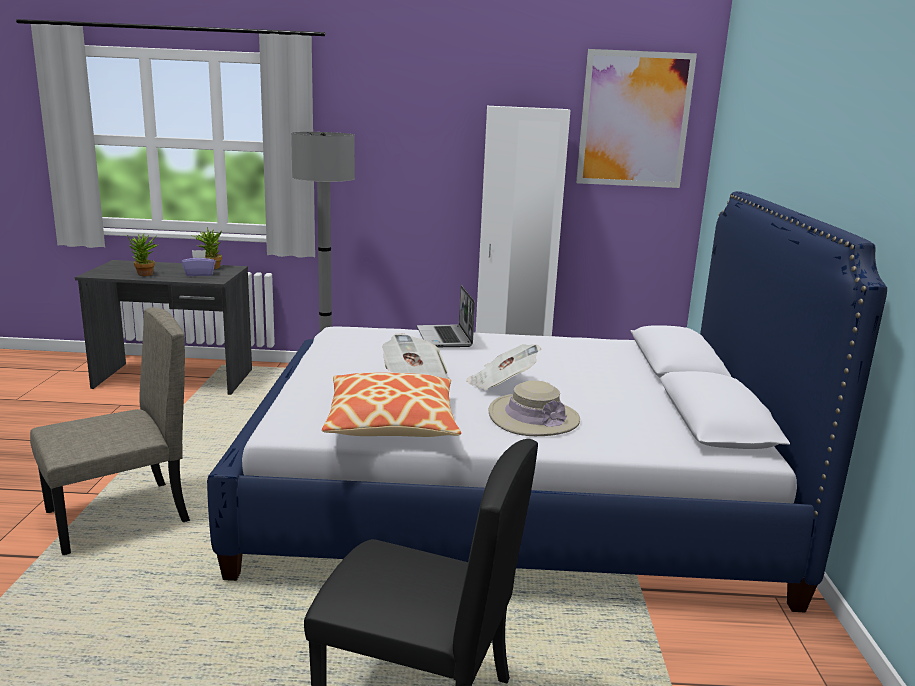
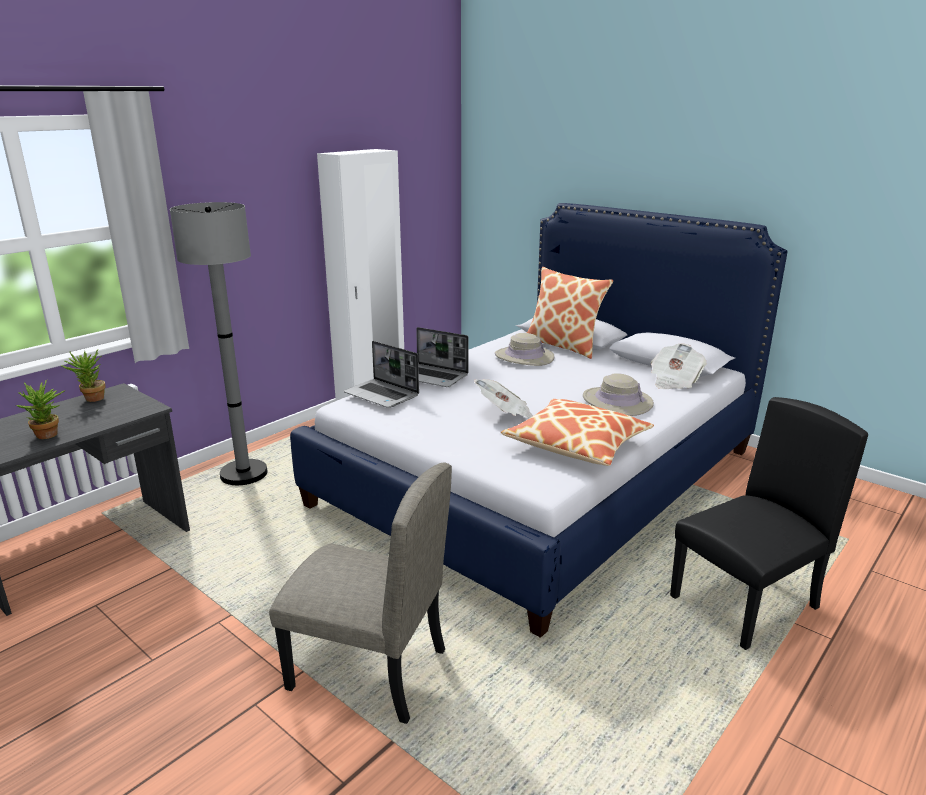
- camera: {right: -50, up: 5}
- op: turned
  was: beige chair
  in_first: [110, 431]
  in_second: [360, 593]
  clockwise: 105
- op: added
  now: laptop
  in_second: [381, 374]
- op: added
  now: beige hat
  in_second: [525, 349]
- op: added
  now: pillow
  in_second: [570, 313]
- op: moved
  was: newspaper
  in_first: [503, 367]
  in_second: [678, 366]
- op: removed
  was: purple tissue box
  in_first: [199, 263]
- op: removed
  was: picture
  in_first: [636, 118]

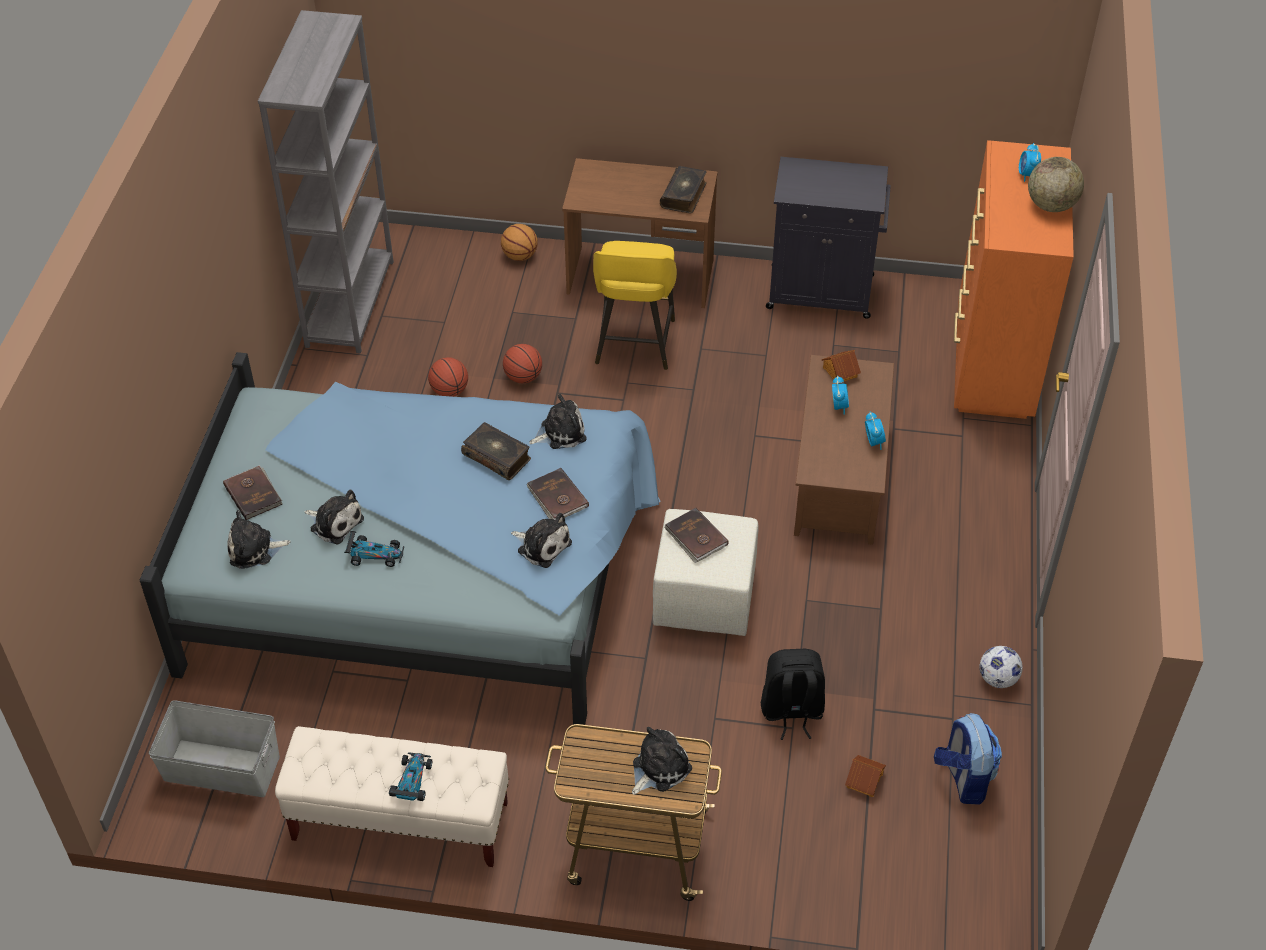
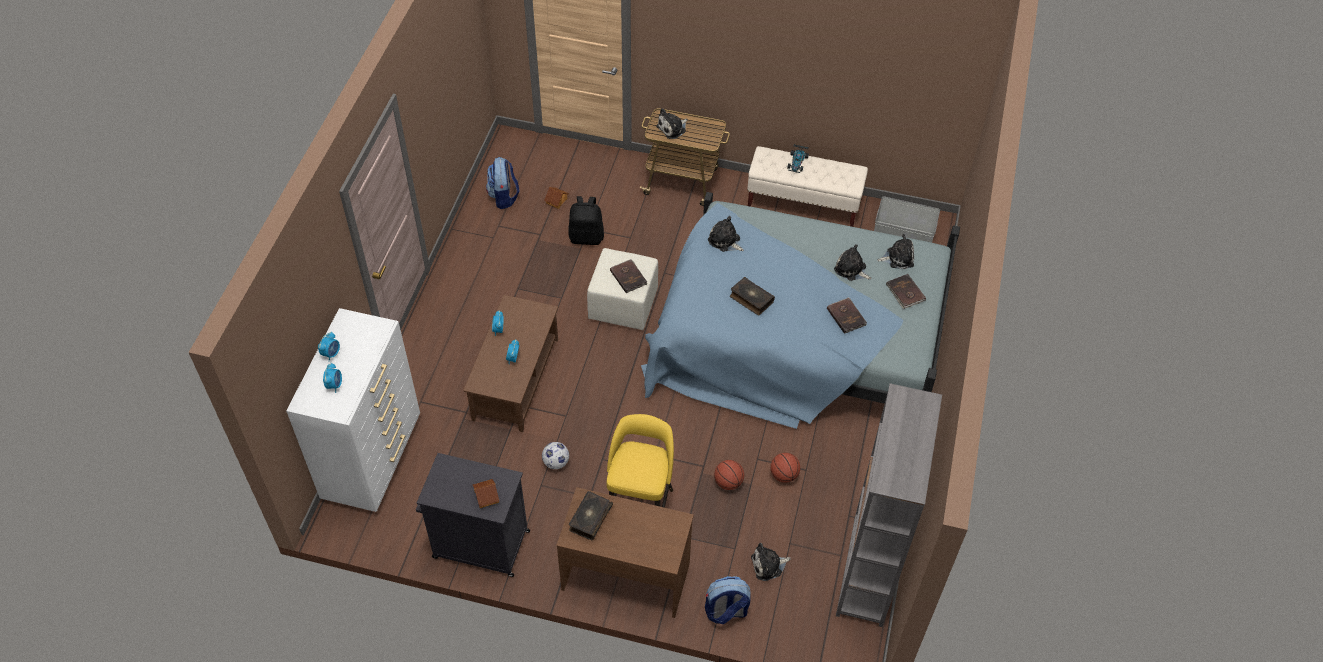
- camera: {right: -175, up: 5}
- op: recoloured
  was: orange dresser
  now: white dresser
  in_first: [1014, 279]
  in_second: [353, 410]
- op: replaced
  was: globe
  now: alarm clock
  in_first: [1056, 184]
  in_second: [329, 346]
- op: moved
  was: toy house
  in_first: [841, 367]
  in_second: [486, 493]
- op: moved
  was: football
  in_first: [1001, 667]
  in_second: [555, 455]
- op: replaced
  was: basketball
  now: backpack
  in_first: [519, 242]
  in_second: [728, 600]
- op: moved
  was: plush toy
  in_first: [558, 421]
  in_second: [771, 562]
- op: moved
  was: brown book
  in_first: [558, 494]
  in_second: [847, 315]
- op: removed
  was: toy car
  in_first: [374, 549]

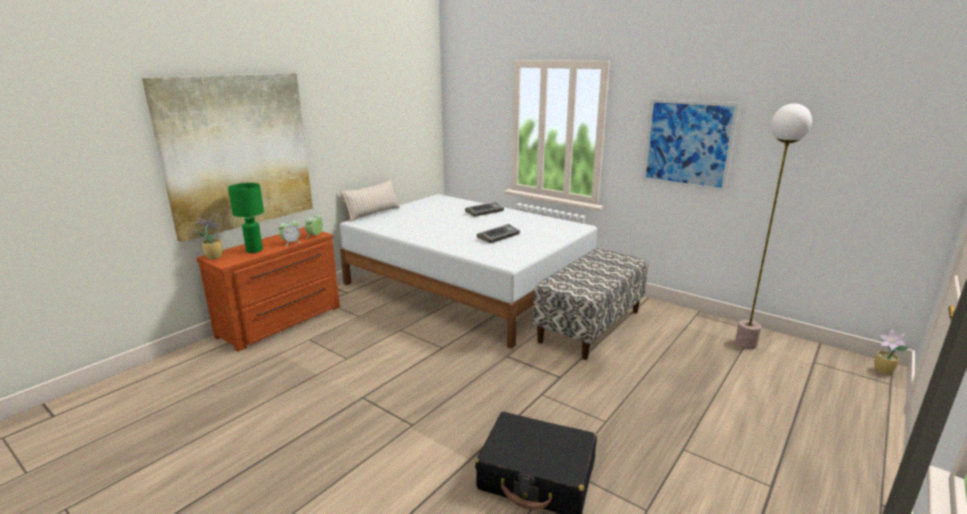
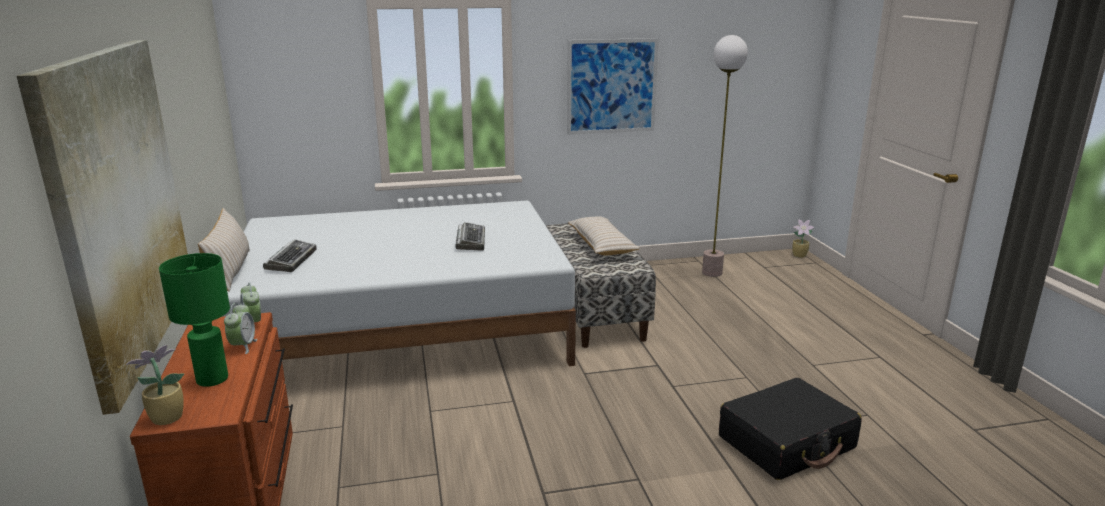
- camera: {right: -50, up: 0}
- op: moved
  was: keyboard
  in_first: [484, 209]
  in_second: [290, 255]
- op: added
  now: beige pillow
  in_second: [603, 235]

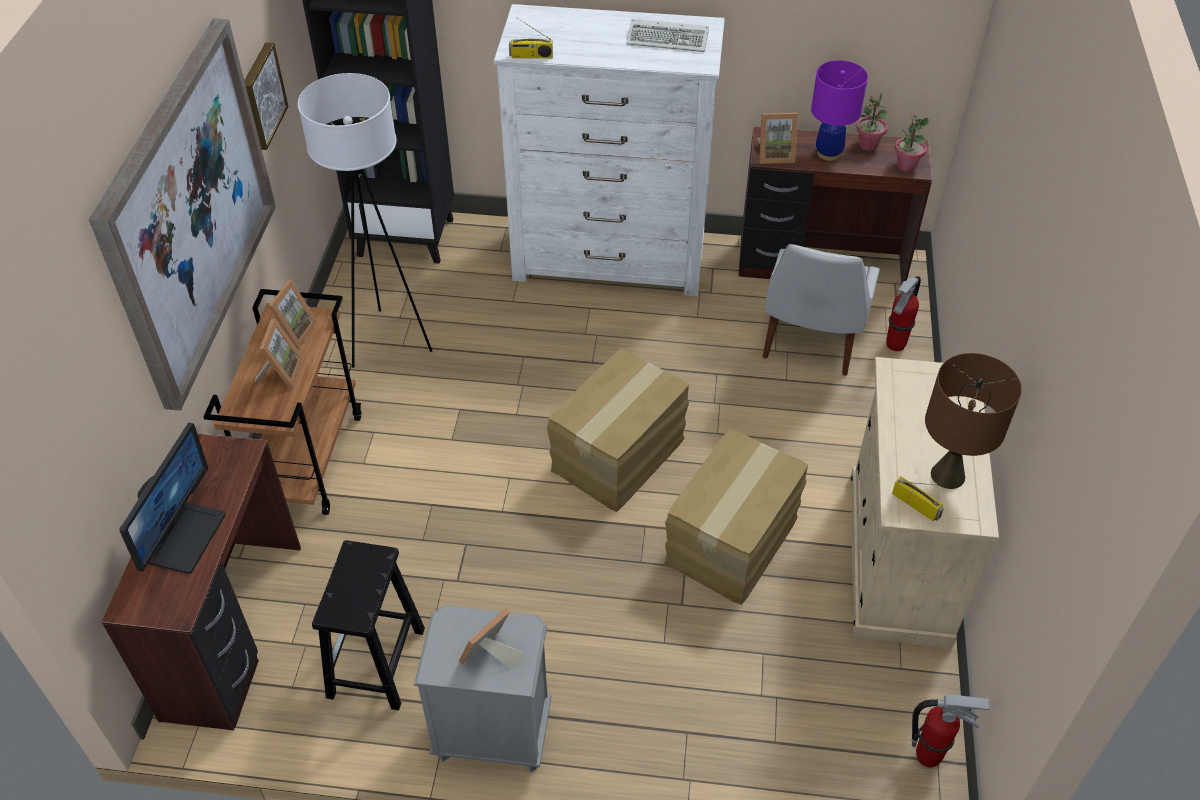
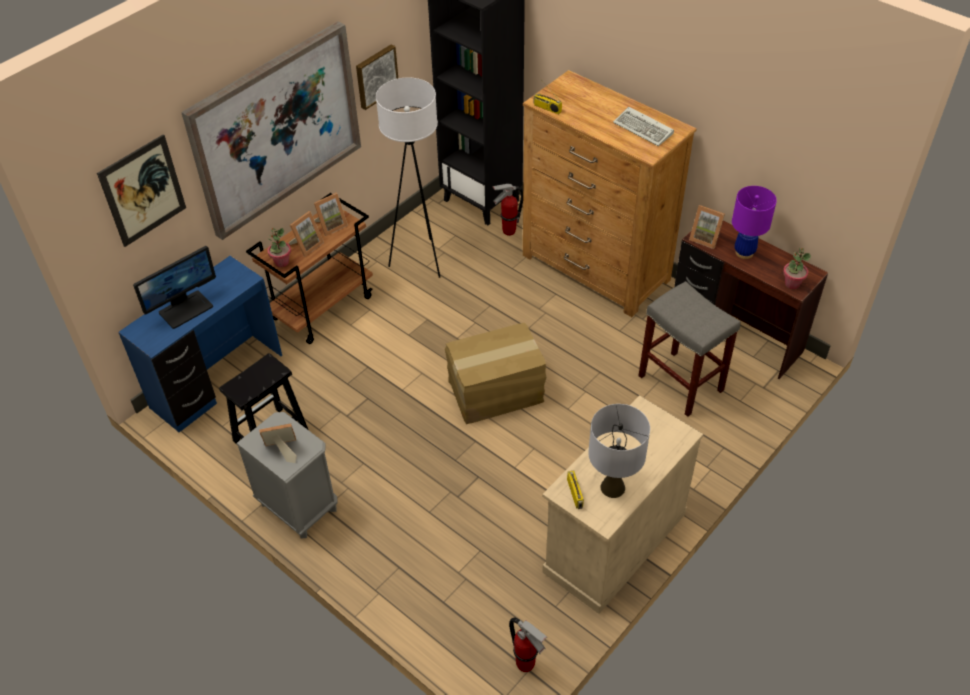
- camera: {right: 35, up: 0}
- op: added
  now: picture
  in_second: [141, 190]
- op: recoloured
  was: brown desk
  now: blue desk
  in_first: [201, 582]
  in_second: [200, 344]
- op: moved
  was: potted plant
  in_first: [872, 121]
  in_second: [279, 247]
- op: moved
  was: fire extinguisher
  in_first: [903, 313]
  in_second: [507, 210]
- op: recoloured
  was: white dresser
  now: brown dresser
  in_first: [609, 150]
  in_second: [610, 193]
- op: recoloured
  was: brown table lamp
  now: grey table lamp
  in_first: [973, 421]
  in_second: [619, 451]
- op: replaced
  was: white chair
  now: grey stool
  in_first: [821, 310]
  in_second: [689, 349]
- op: removed
  was: cardboard box
  in_first: [736, 517]

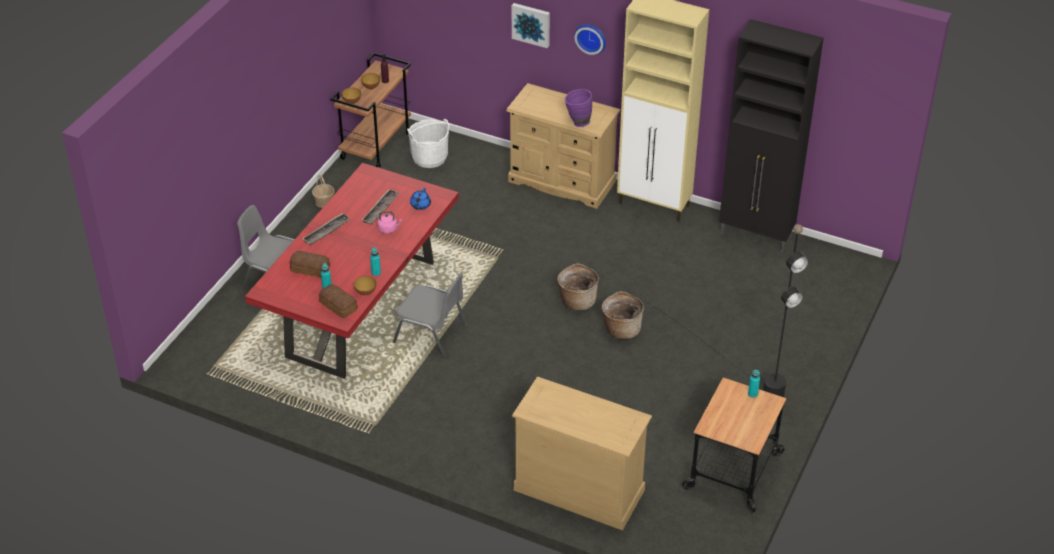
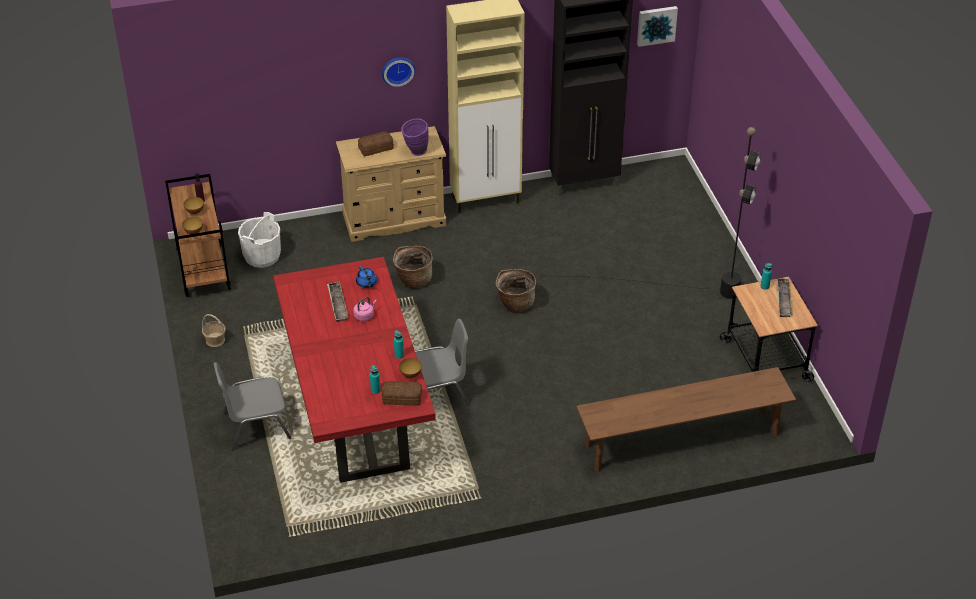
- camera: {right: -40, up: 0}
- op: moved
  was: bread
  in_first: [310, 264]
  in_second: [376, 143]
- op: moved
  was: basket
  in_first: [623, 315]
  in_second: [413, 267]
- op: replaced
  was: beige dresser
  now: brown bench
  in_first: [582, 453]
  in_second: [686, 419]
- op: moved
  was: picture
  in_first: [531, 25]
  in_second: [657, 26]
- op: moved
  was: tray
  in_first: [326, 229]
  in_second: [784, 297]

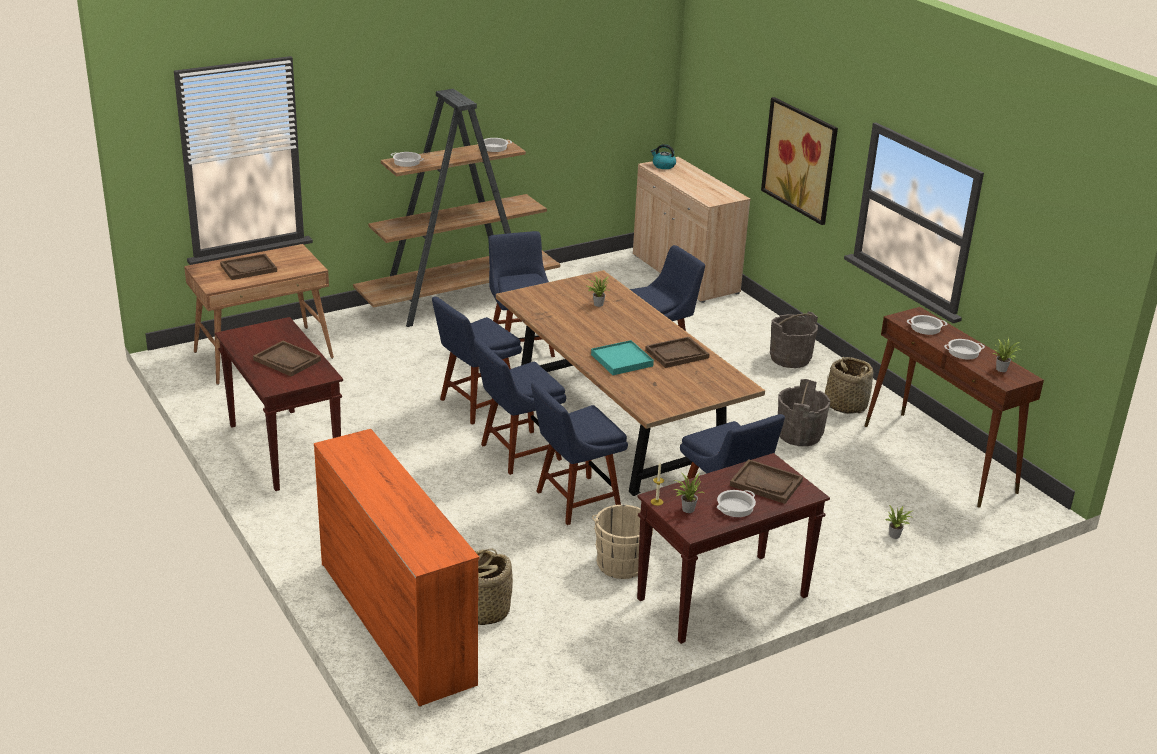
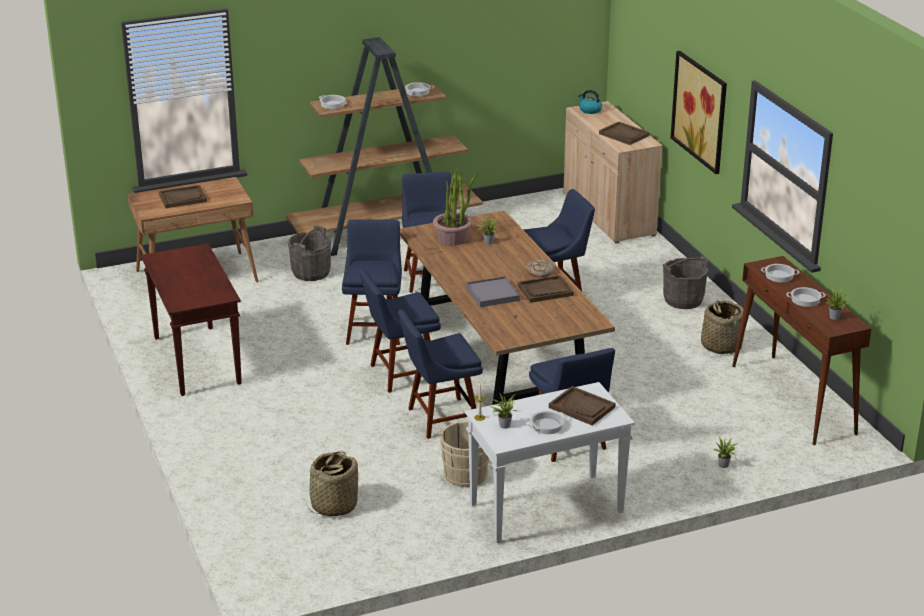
- camera: {right: 10, up: 0}
- op: moved
  was: grey bucket
  in_first: [804, 412]
  in_second: [309, 253]
- op: turned
  was: blue chair
  in_first: [477, 361]
  in_second: [372, 282]
  clockwise: 120
- op: added
  now: potted plant
  in_second: [455, 206]
- op: recoloured
  was: brown console table
  now: white console table
  in_first: [733, 548]
  in_second: [550, 462]
- op: recoloured
  was: turquoise tray
  now: grey tray
  in_first: [622, 357]
  in_second: [493, 291]
- op: added
  now: bread
  in_second: [540, 267]
- op: moved
  was: brown tray
  in_first: [287, 359]
  in_second: [624, 133]
- op: removed
  was: orange dresser
  in_first: [396, 568]

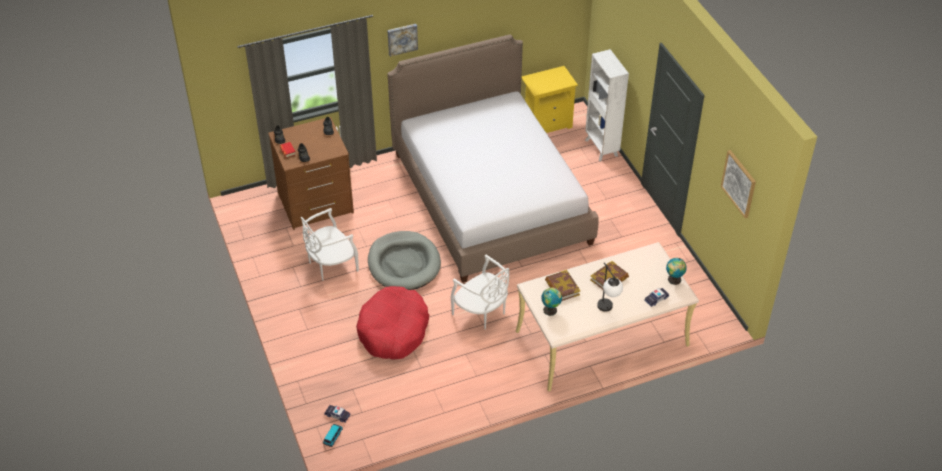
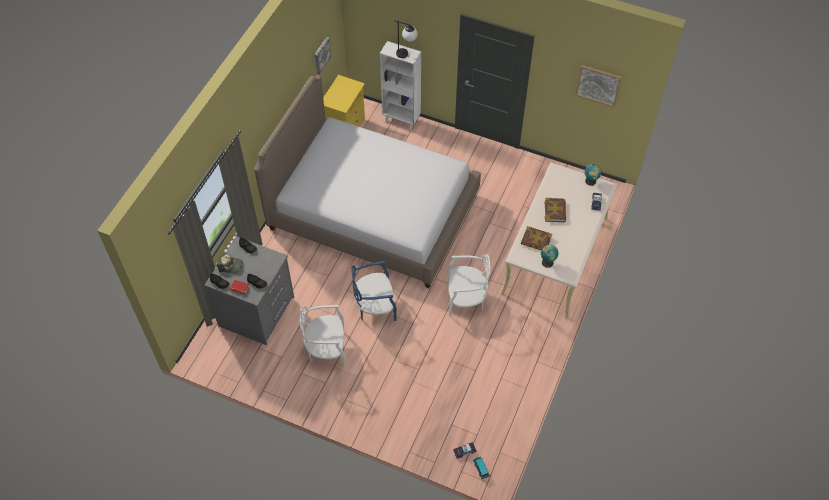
- camera: {right: -45, up: 10}
- op: recoloured
  was: brown dresser
  now: grey dresser
  in_first: [311, 173]
  in_second: [249, 290]
- op: added
  now: cap
  in_second: [229, 263]
- op: turned
  was: white chair
  in_first: [330, 244]
  in_second: [322, 336]
  clockwise: 75
- op: moved
  was: picture
  in_first: [402, 40]
  in_second: [322, 56]
- op: replaced
  was: grey dog bed
  now: blue chair
  in_first: [404, 260]
  in_second: [374, 291]
- op: moved
  was: table lamp
  in_first: [610, 287]
  in_second: [406, 39]
- op: removed
  was: red dog bed
  in_first: [392, 323]

